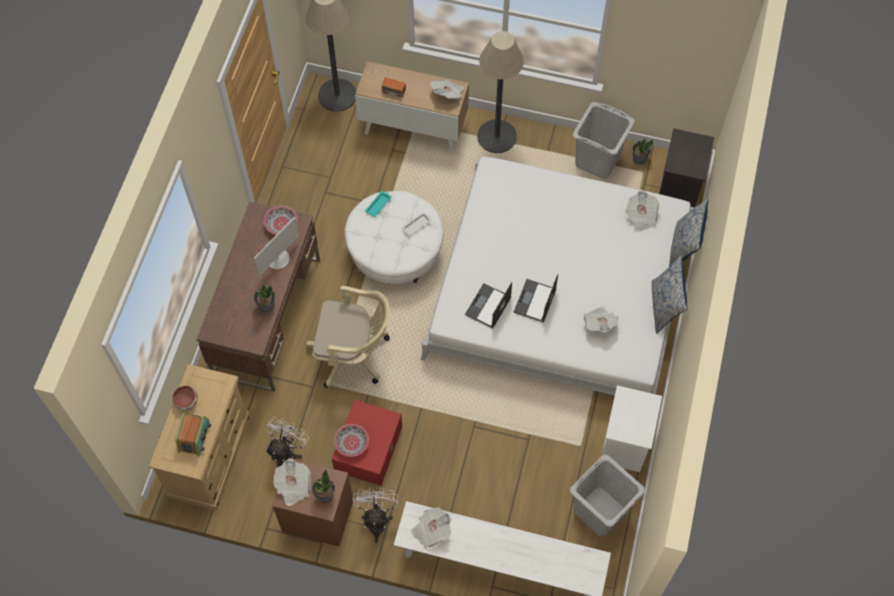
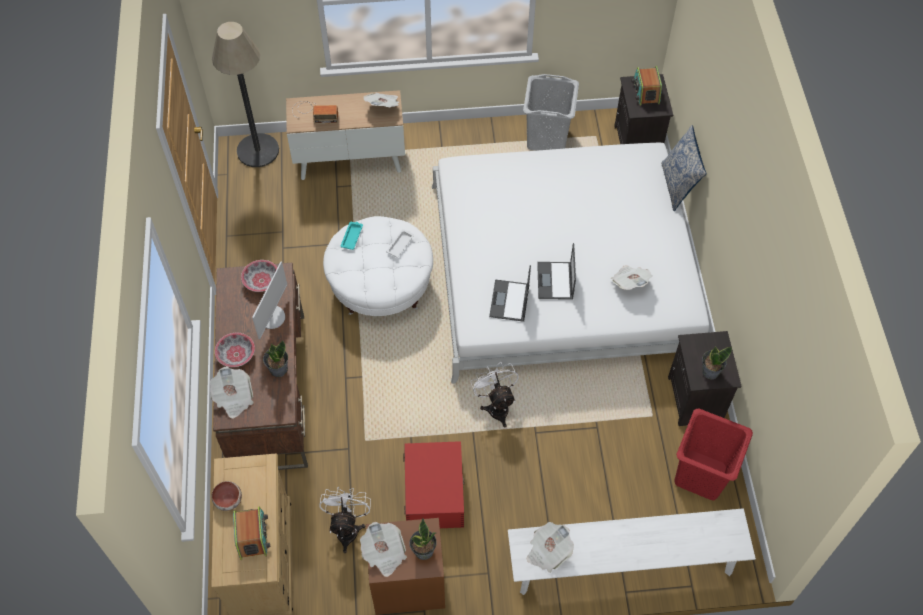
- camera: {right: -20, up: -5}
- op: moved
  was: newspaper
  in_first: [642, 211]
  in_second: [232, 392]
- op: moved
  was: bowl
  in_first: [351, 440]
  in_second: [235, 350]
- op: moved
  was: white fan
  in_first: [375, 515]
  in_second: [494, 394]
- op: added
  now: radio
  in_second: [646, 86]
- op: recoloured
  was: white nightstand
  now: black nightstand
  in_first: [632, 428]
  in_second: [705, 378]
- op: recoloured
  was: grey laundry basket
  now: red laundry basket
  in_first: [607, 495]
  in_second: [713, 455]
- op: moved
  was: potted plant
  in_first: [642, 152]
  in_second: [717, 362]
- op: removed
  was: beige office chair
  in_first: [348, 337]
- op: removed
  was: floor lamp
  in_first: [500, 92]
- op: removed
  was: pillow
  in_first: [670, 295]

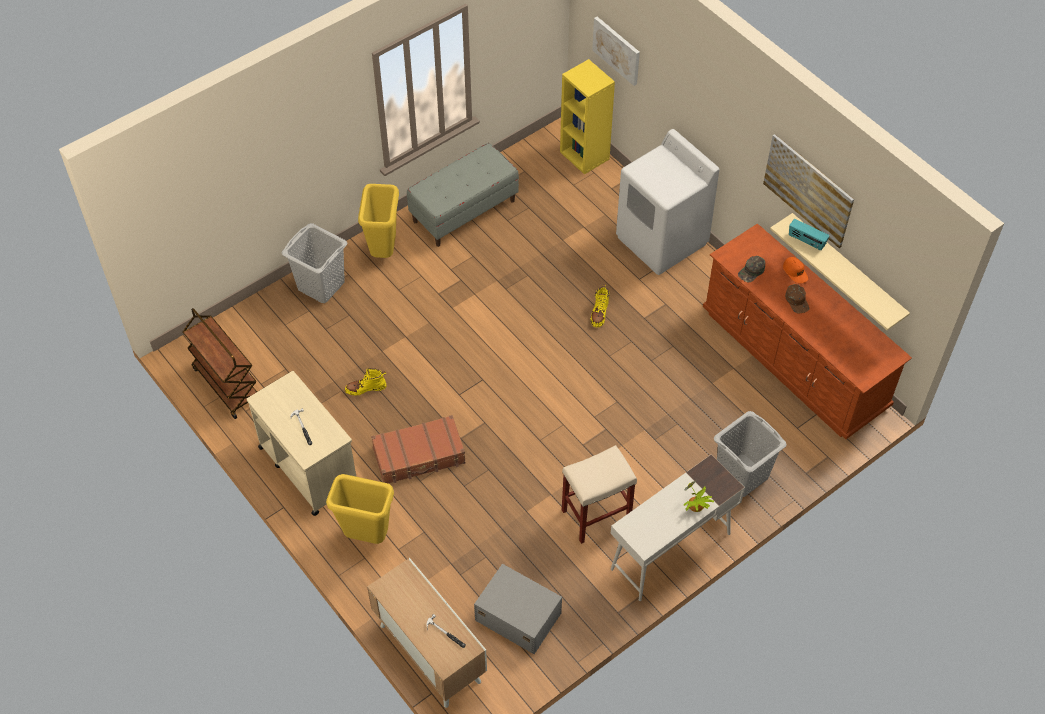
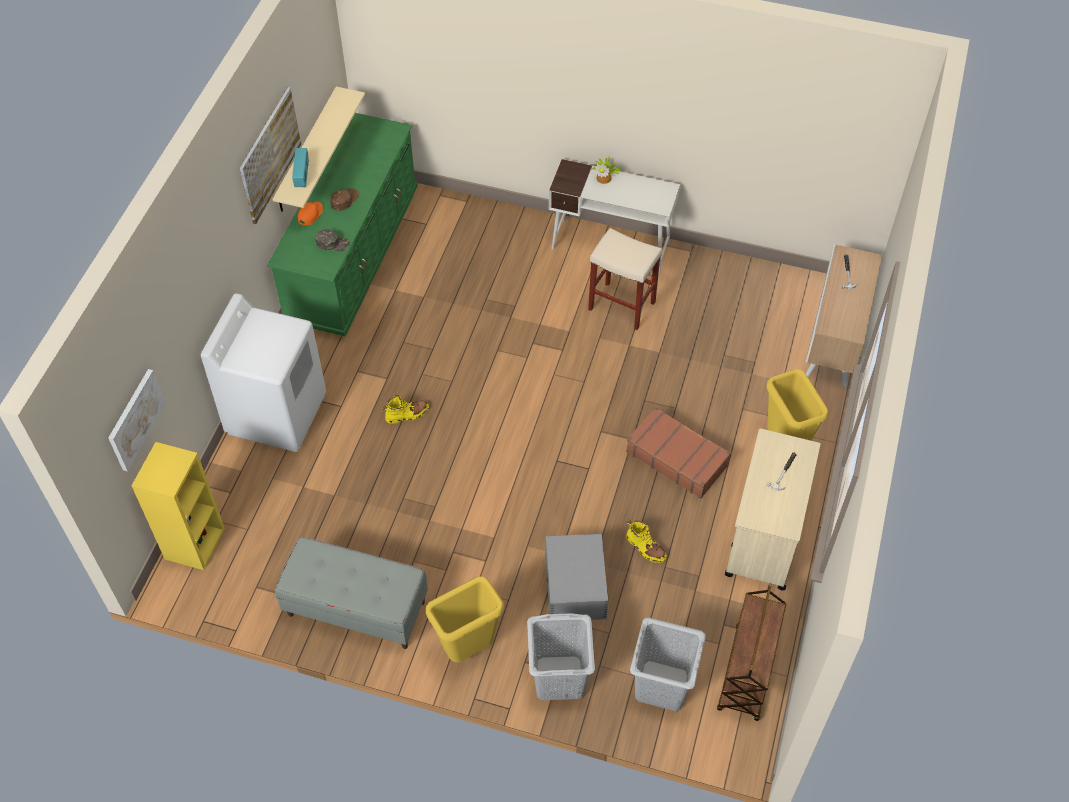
- camera: {right: -125, up: 0}
- op: recoloured
  was: brown dresser
  now: green dresser
  in_first: [807, 331]
  in_second: [342, 224]
- op: moved
  was: grey storage box
  in_first: [518, 609]
  in_second: [577, 577]
- op: moved
  was: grey laundry basket
  in_first: [750, 454]
  in_second: [668, 664]

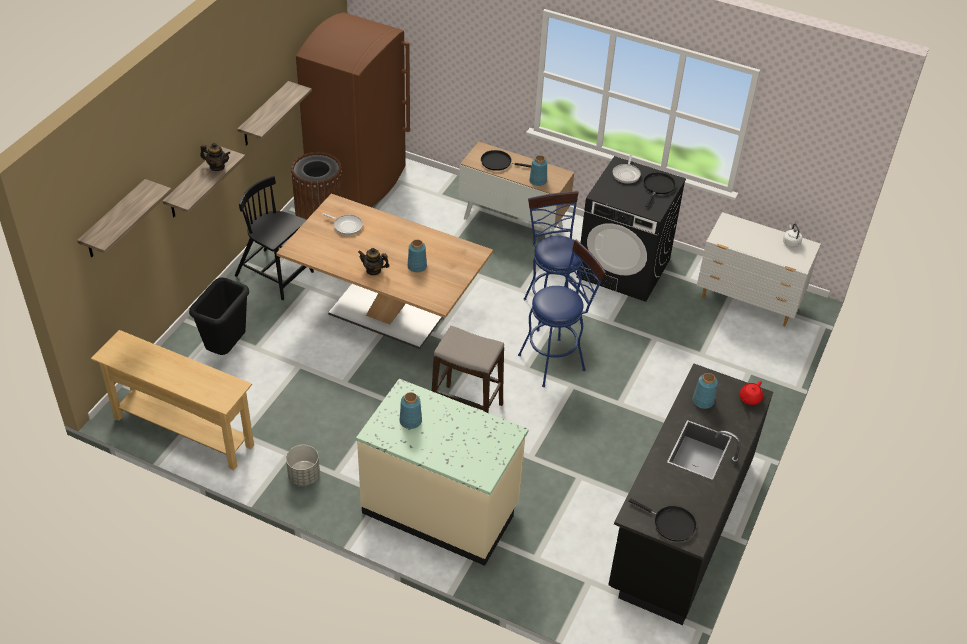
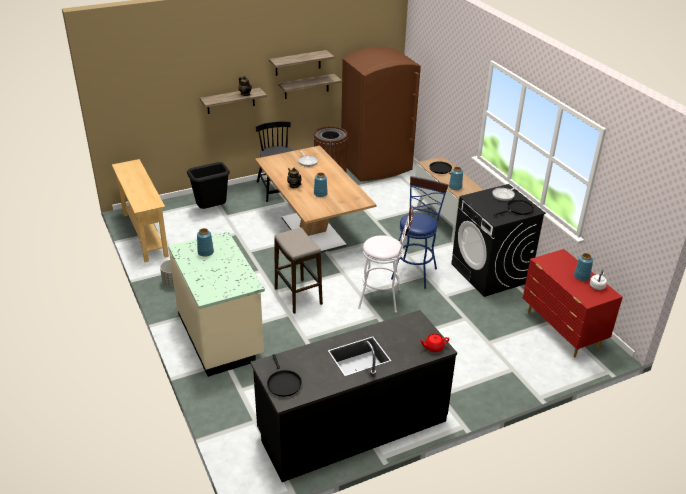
- camera: {right: 40, up: -10}
- op: moved
  was: shelf
  in_first: [124, 218]
  in_second: [301, 63]
- op: recoloured
  was: blue stool
  now: white stool
  in_first: [562, 313]
  in_second: [385, 259]
- op: recoloured
  was: white dresser
  now: red dresser
  in_first: [759, 269]
  in_second: [573, 303]
- op: moved
  was: blue vase
  in_first: [705, 391]
  in_second: [583, 267]

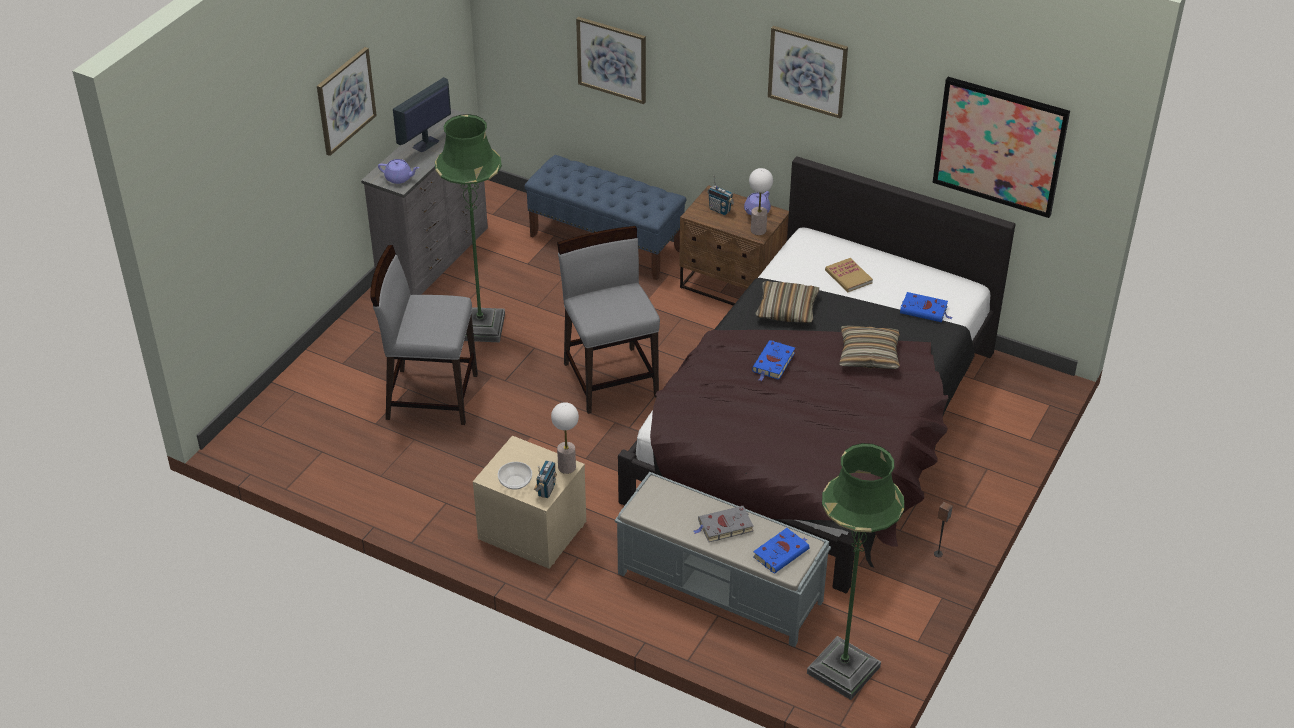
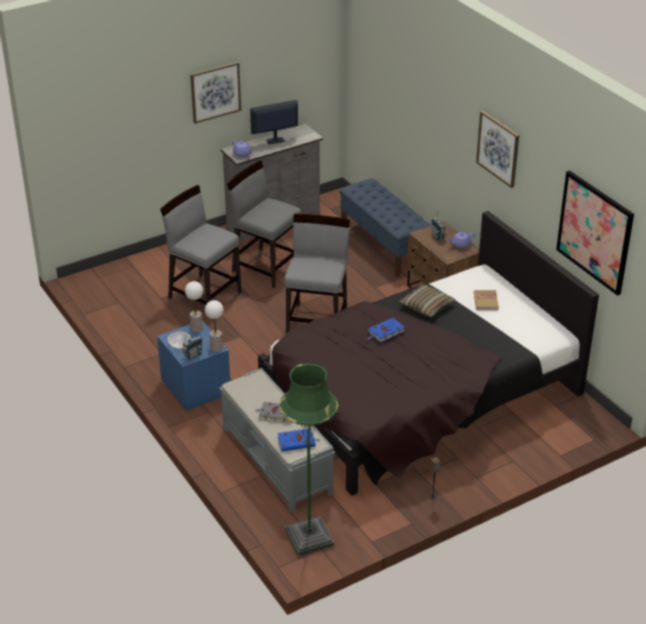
- camera: {right: 30, up: -5}
- op: recoloured
  was: beige nightstand
  now: blue nightstand
  in_first: [529, 502]
  in_second: [193, 366]
- op: moved
  was: table lamp
  in_first: [761, 201]
  in_second: [194, 306]
- op: replaced
  was: green floor lamp
  now: grey chair
  in_first: [470, 228]
  in_second: [264, 224]
- op: removed
  was: picture
  in_first: [611, 60]
- op: removed
  was: pillow
  in_first: [869, 347]
- op: removed
  was: blue book
  in_first: [926, 307]

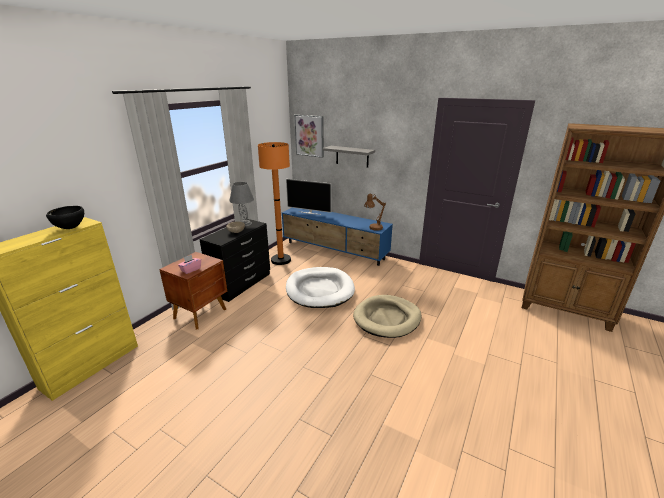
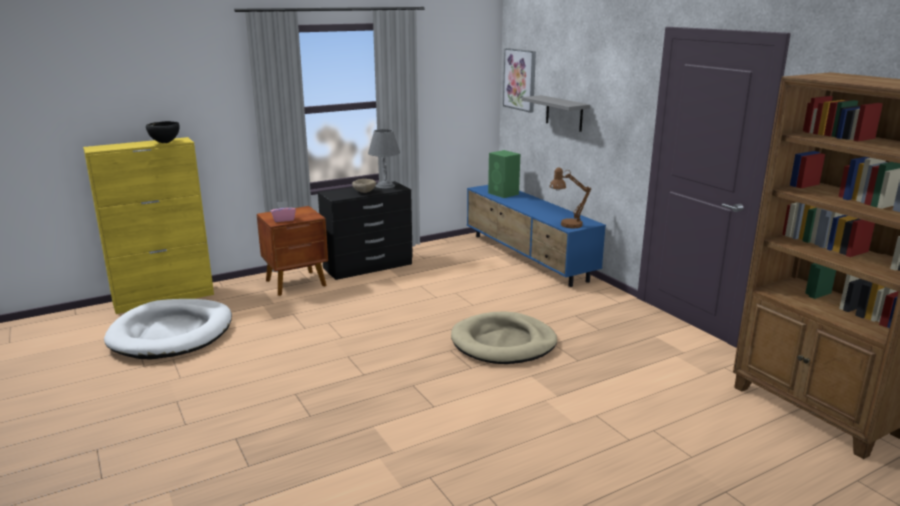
- camera: {right: 30, up: -5}
- op: moved
  was: white dog bed
  in_first: [320, 287]
  in_second: [168, 329]
- op: replaced
  was: television
  now: green speaker
  in_first: [308, 197]
  in_second: [504, 174]
- op: removed
  was: orange floor lamp
  in_first: [274, 203]

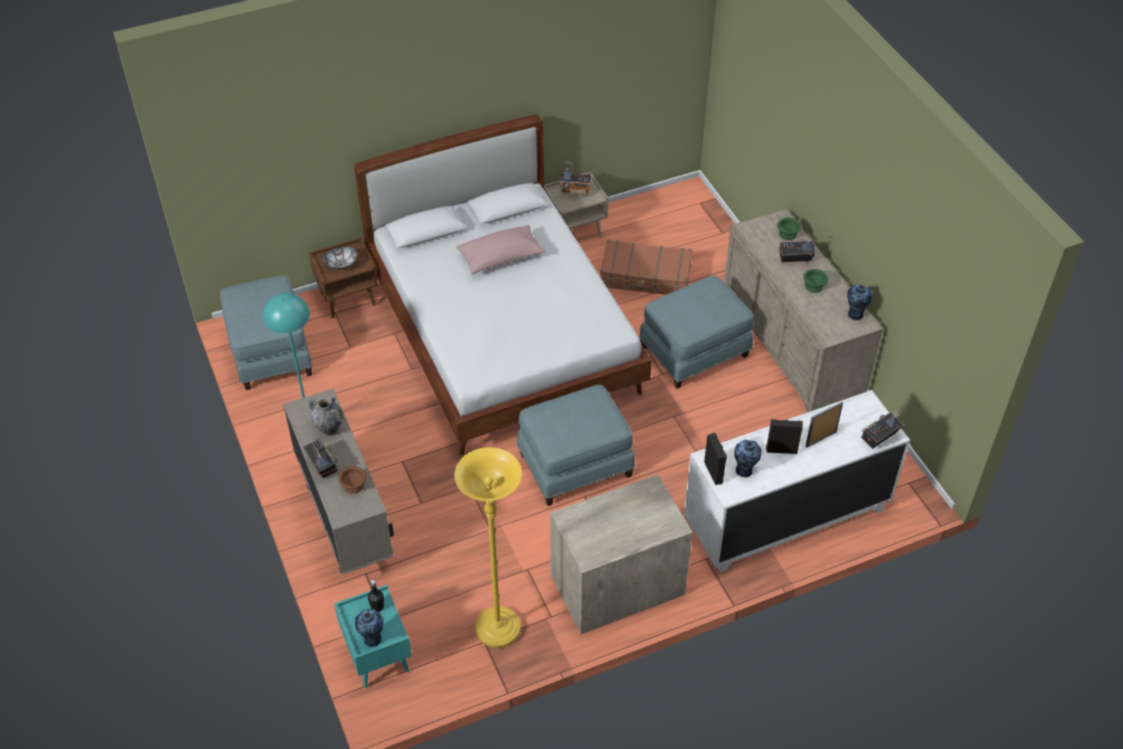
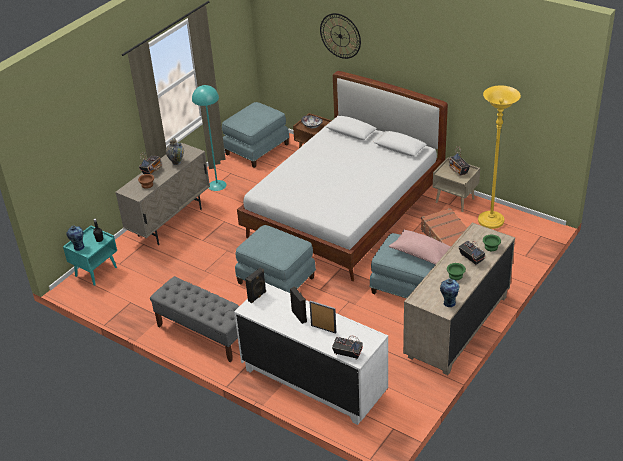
- camera: {right: 60, up: -10}
- op: replaced
  was: dresser
  now: grey bench
  in_first: [621, 554]
  in_second: [194, 319]
- op: added
  now: wall clock
  in_second: [340, 36]
- op: moved
  was: pink pillow
  in_first: [500, 249]
  in_second: [419, 247]
- op: moved
  was: yellow floor lamp
  in_first: [488, 547]
  in_second: [499, 157]
- op: removed
  was: vase
  in_first: [748, 458]

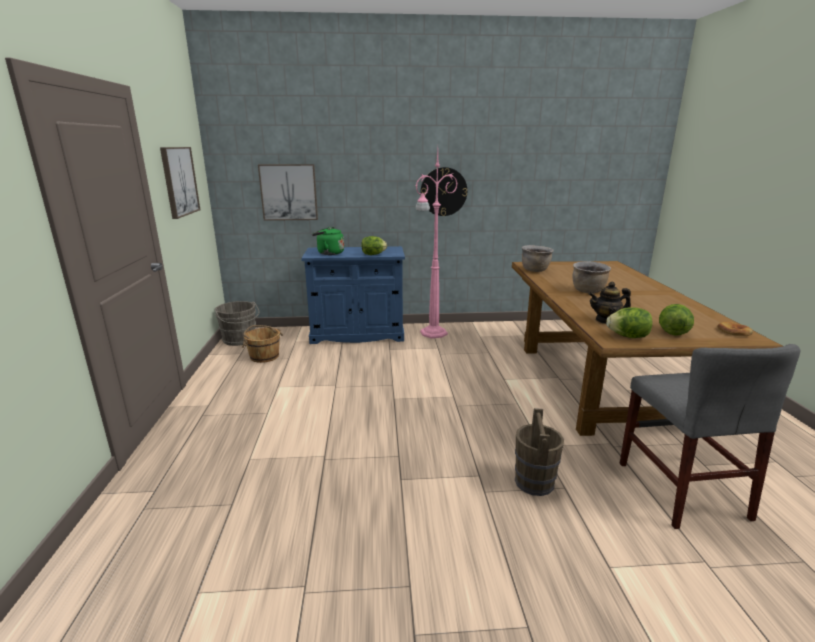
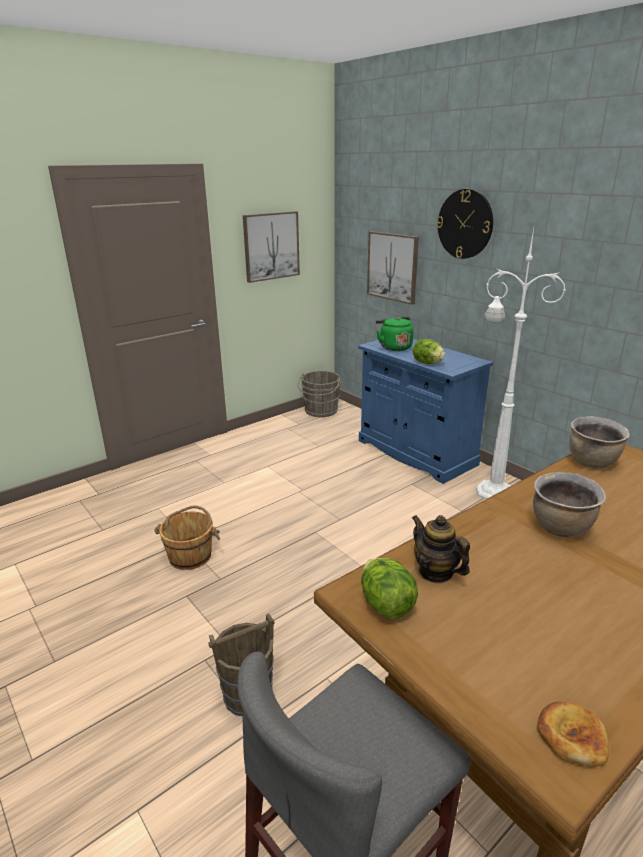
- camera: {right: 55, up: 5}
- op: moved
  was: brown bucket
  in_first: [262, 344]
  in_second: [187, 538]
- op: moved
  was: wall clock
  in_first: [443, 191]
  in_second: [465, 224]
- op: recoloured
  was: pink floor lamp
  now: white floor lamp
  in_first: [436, 244]
  in_second: [521, 363]
- op: removed
  was: lettuce
  in_first: [676, 320]

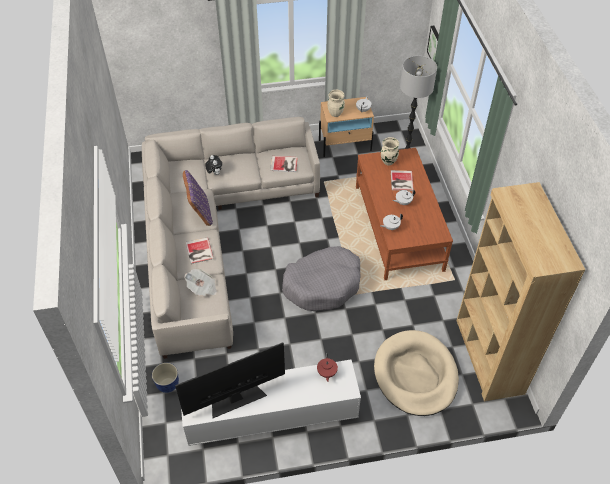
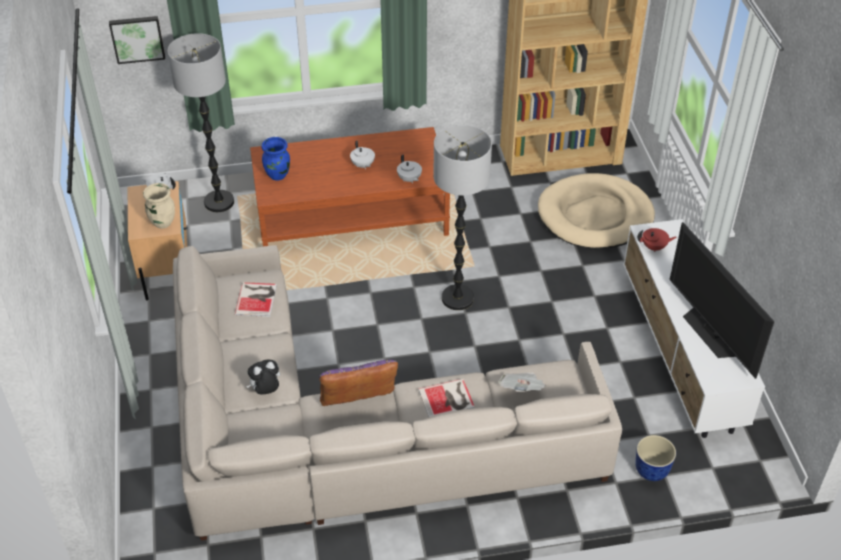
- camera: {right: -90, up: -5}
- op: recoloured
  was: beige vase
  now: blue vase
  in_first: [390, 151]
  in_second: [276, 158]
- op: replaced
  was: grey dog bed
  now: floor lamp
  in_first: [321, 278]
  in_second: [463, 217]
- op: removed
  was: book
  in_first: [402, 180]

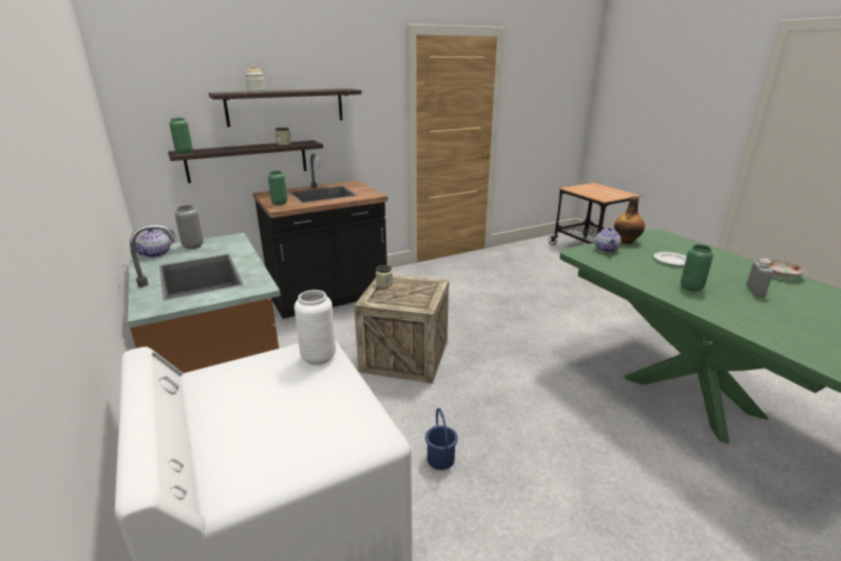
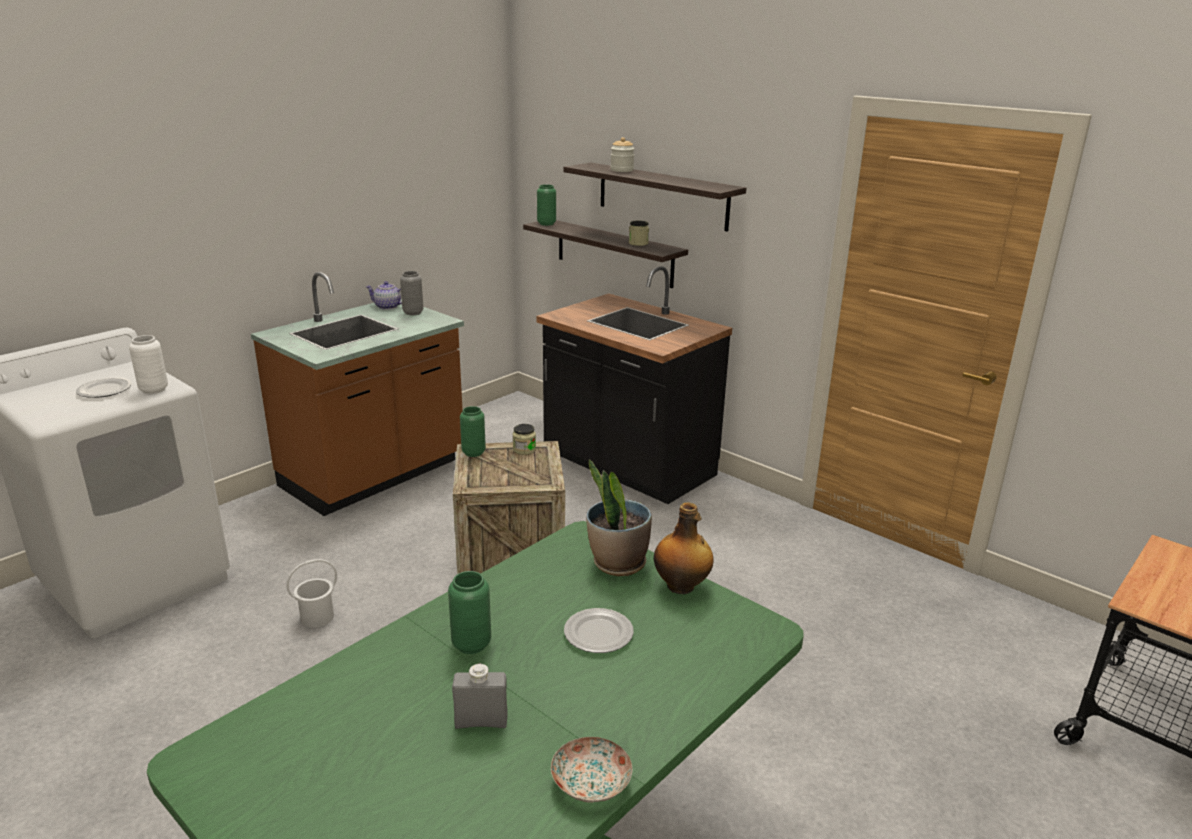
- camera: {right: 70, up: 0}
- op: added
  now: plate
  in_second: [104, 387]
- op: recoloured
  was: blue bucket
  now: white bucket
  in_first: [441, 439]
  in_second: [312, 593]
- op: moved
  was: green vase
  in_first: [278, 188]
  in_second: [473, 431]
- op: replaced
  was: teapot
  now: potted plant
  in_first: [608, 240]
  in_second: [619, 517]

